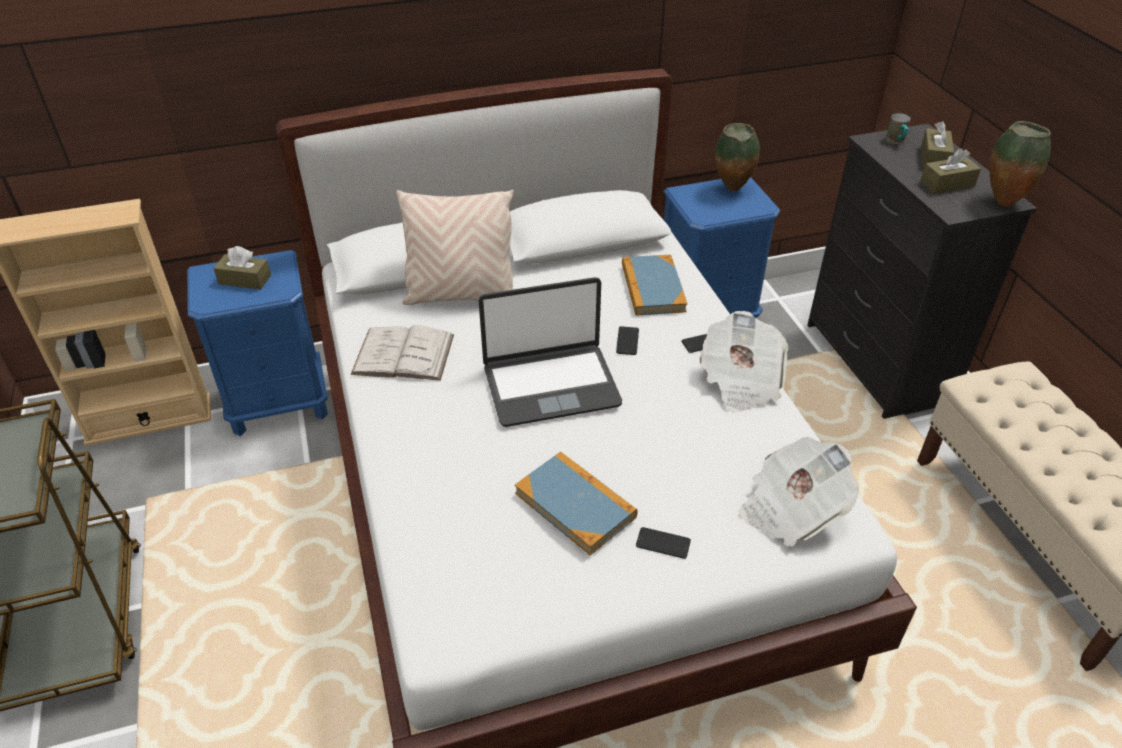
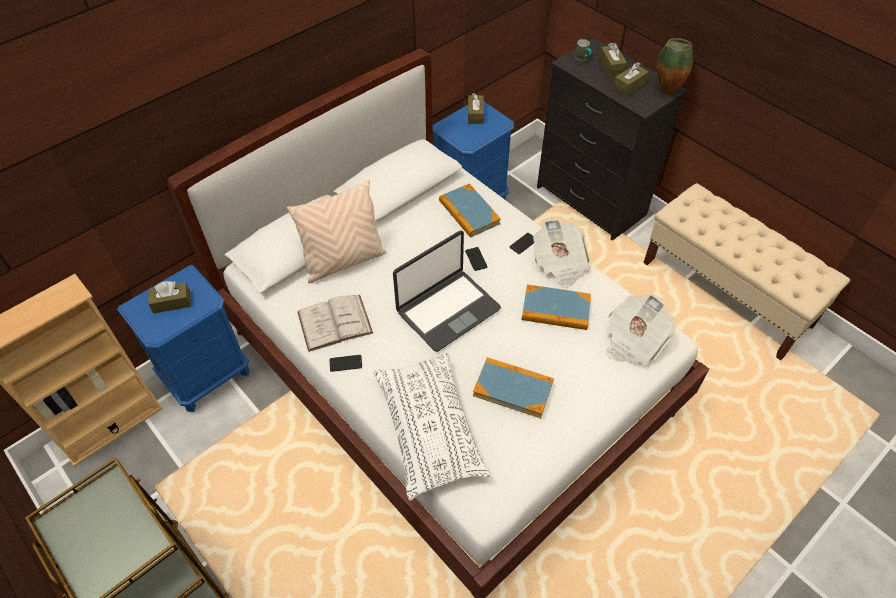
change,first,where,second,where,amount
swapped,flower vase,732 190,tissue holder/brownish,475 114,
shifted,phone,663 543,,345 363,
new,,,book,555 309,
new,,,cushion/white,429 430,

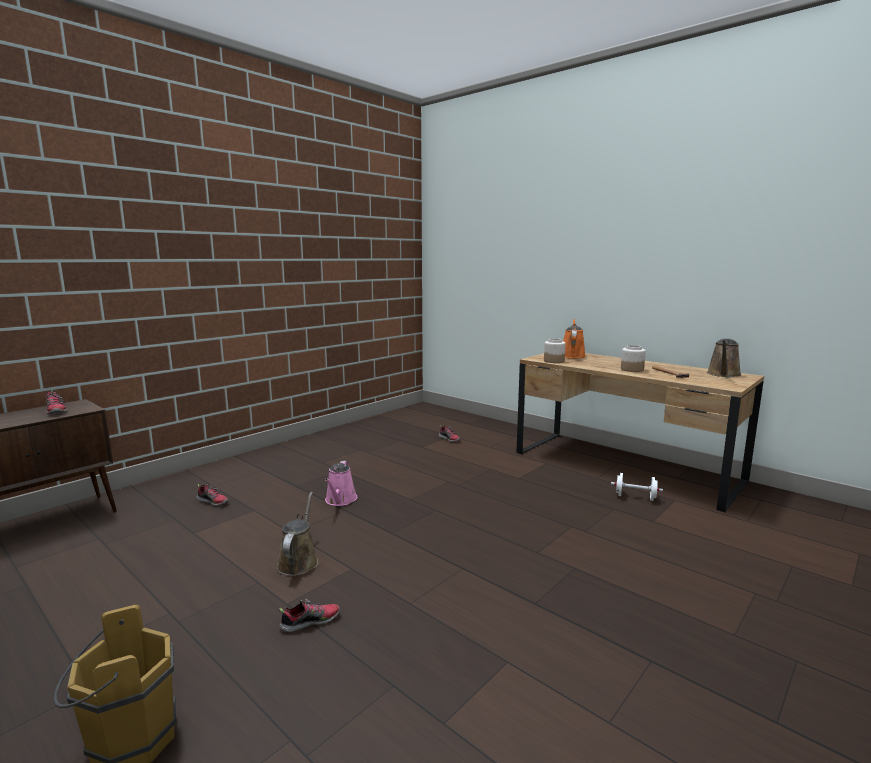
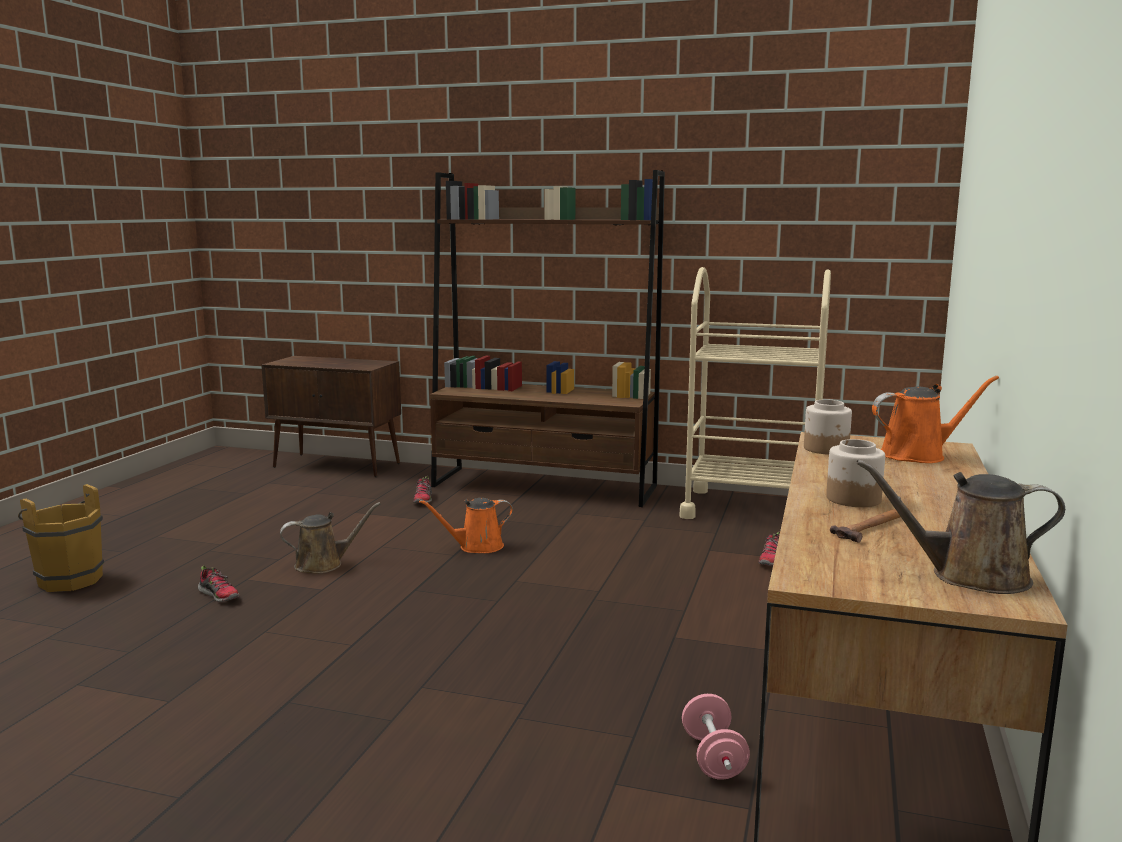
change,first,where,second,where,amount
gone,item of footwear,56 411,,,
repainted,sprinkling can/pinkish,340 500,sprinkling can/orange-coloured,476 547,
repainted,dumbbell/white,635 497,dumbbell/pinkish,713 757,
new,,,bookshelf/brownish,544 486,
new,,,trolley/beige-coloured,751 509,

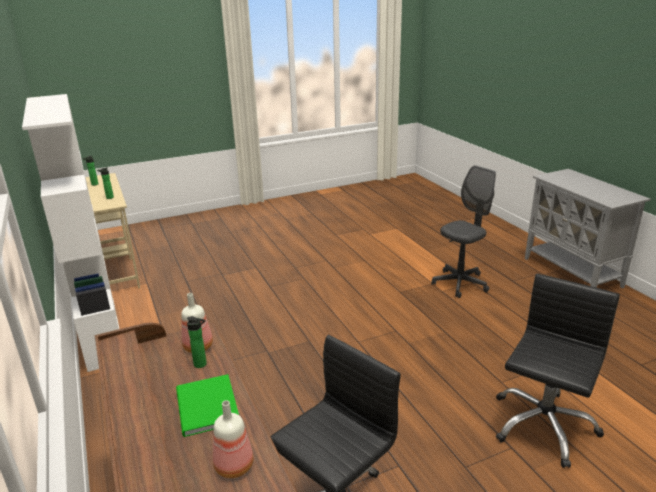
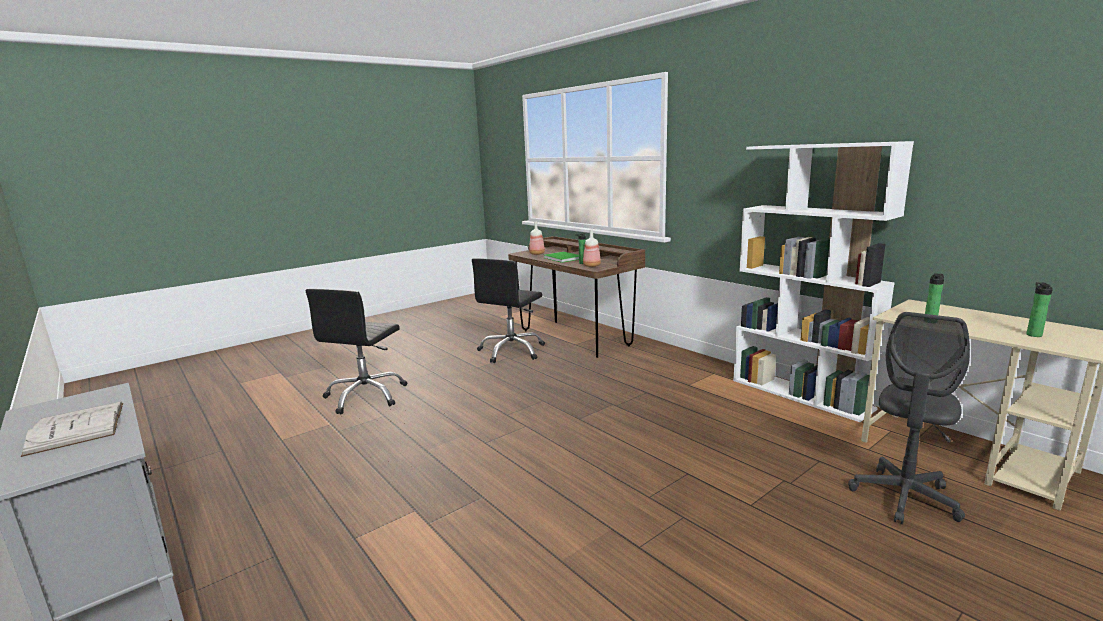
change,first,where,second,where,amount
shifted,office chair/greyish,460 284,,904 497,
new,,,book/white,77 428,

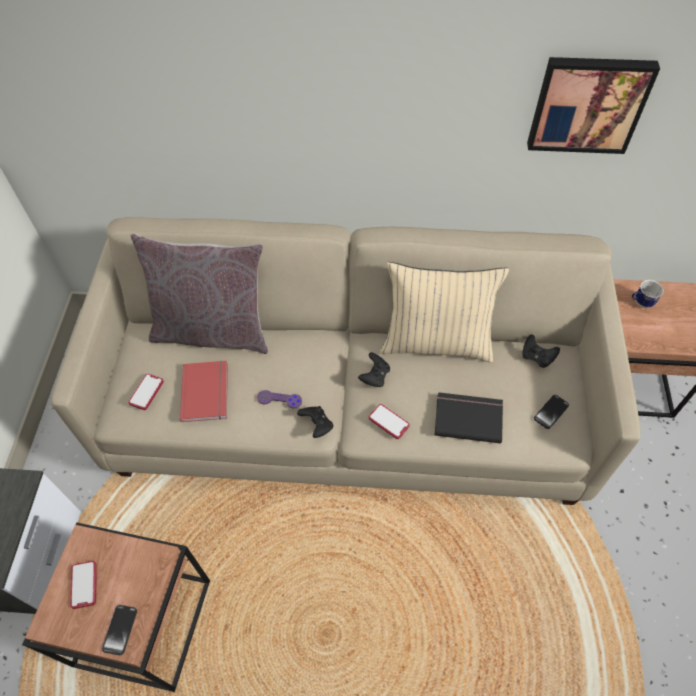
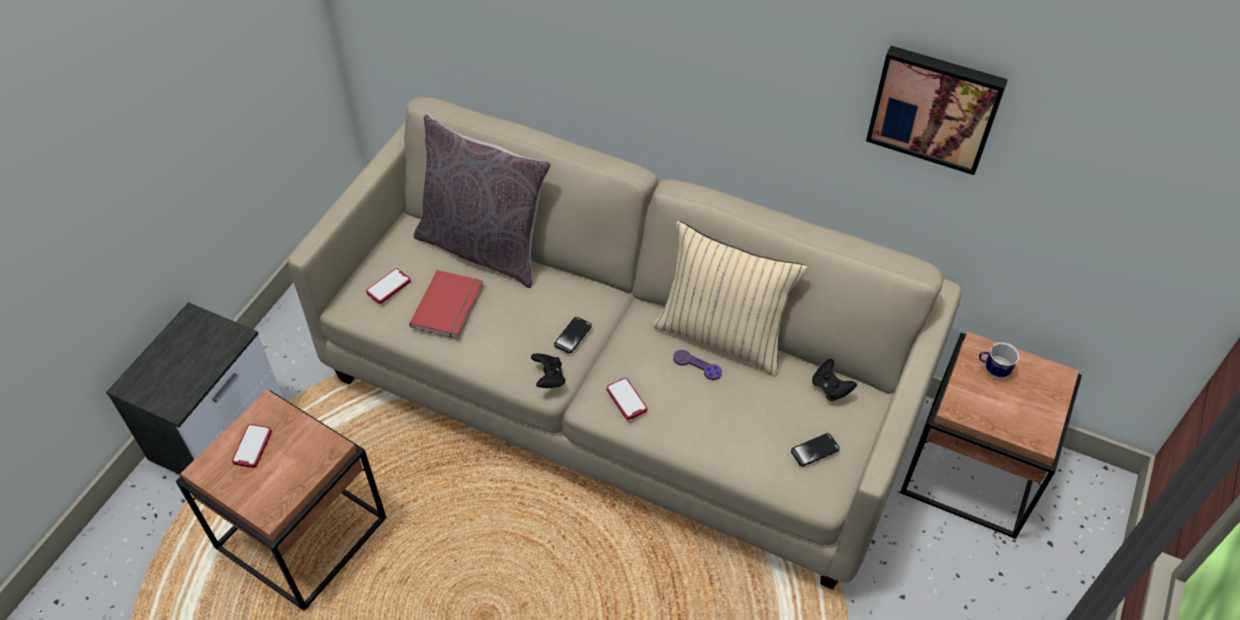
change,first,where,second,where,amount
gone,joypad/black,374 376,,,
shifted,joypad/purplish,279 399,,697 365,
gone,book/black,468 417,,,
shifted,phone,120 630,,573 336,

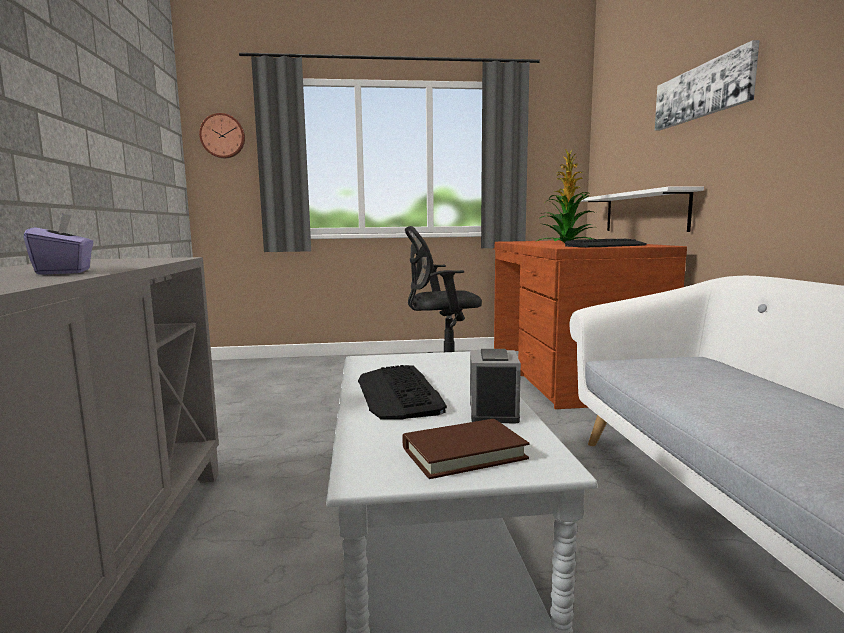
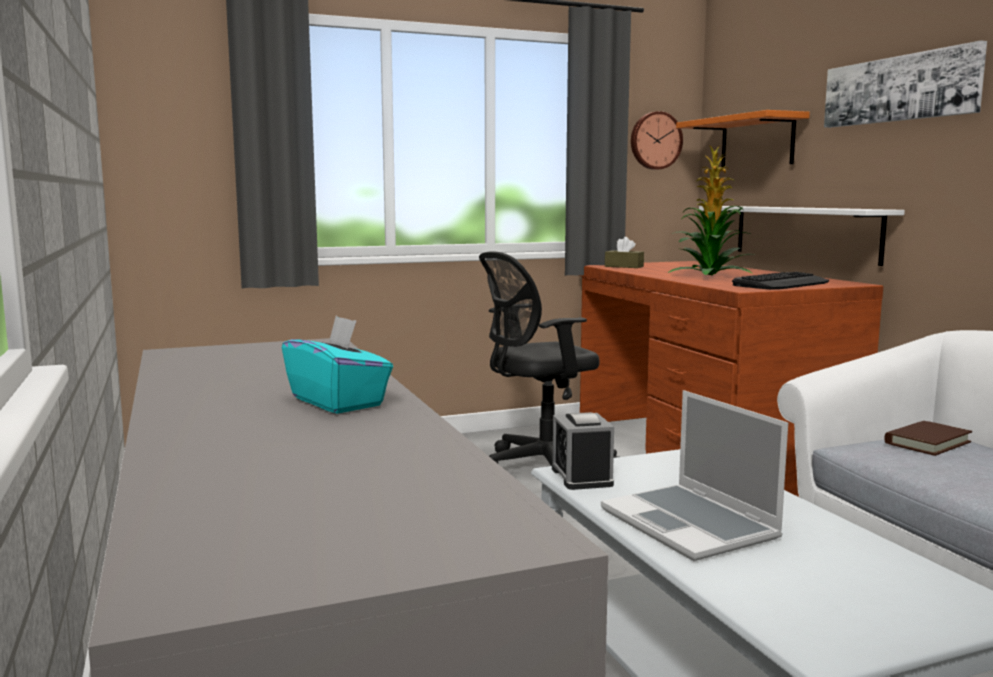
change,first,where,second,where,amount
shifted,hanging clock,223 136,,655 140,
repainted,tissue holder/purplish,66 272,tissue holder/turquoise-coloured,338 402,
shifted,bedside clock,493 411,,581 477,
swapped,PC keyboard,398 393,portable computer,691 525,
shifted,book/brownish,463 453,,927 442,
new,,,shelf/orange-coloured,757 142,
new,,,tissue holder/brownish,624 266,

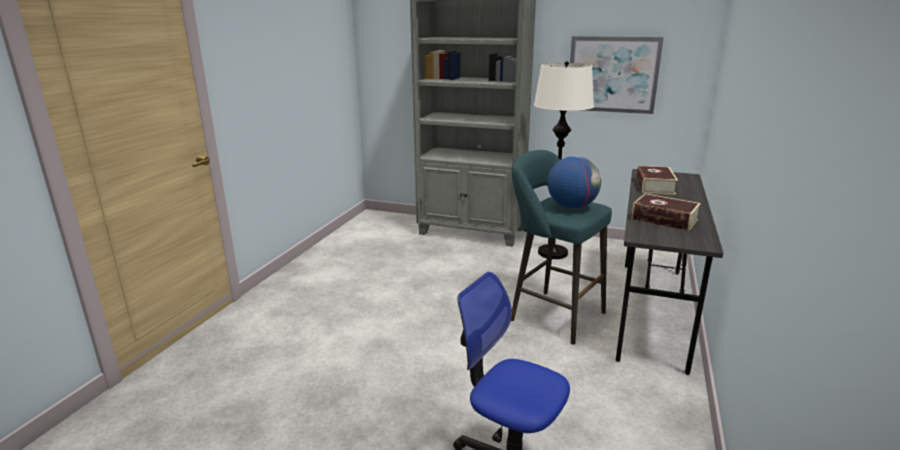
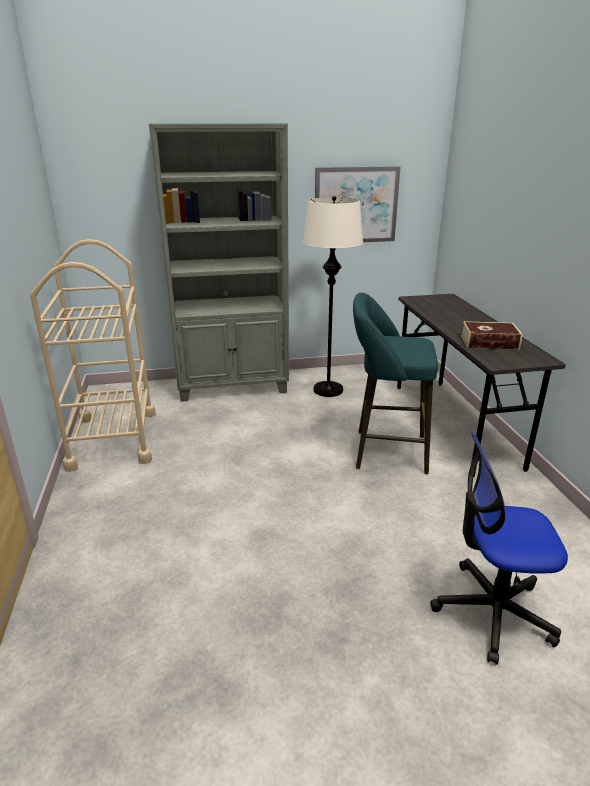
change,first,where,second,where,amount
gone,world globe,571 206,,,
gone,book,654 186,,,
new,,,trolley/beige-coloured,113 439,

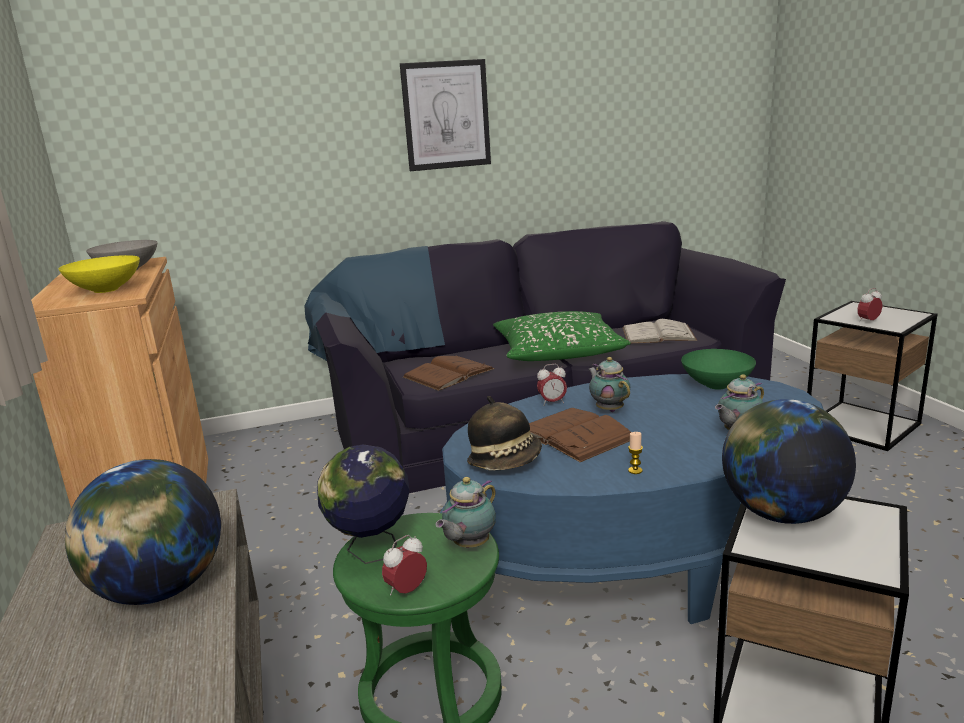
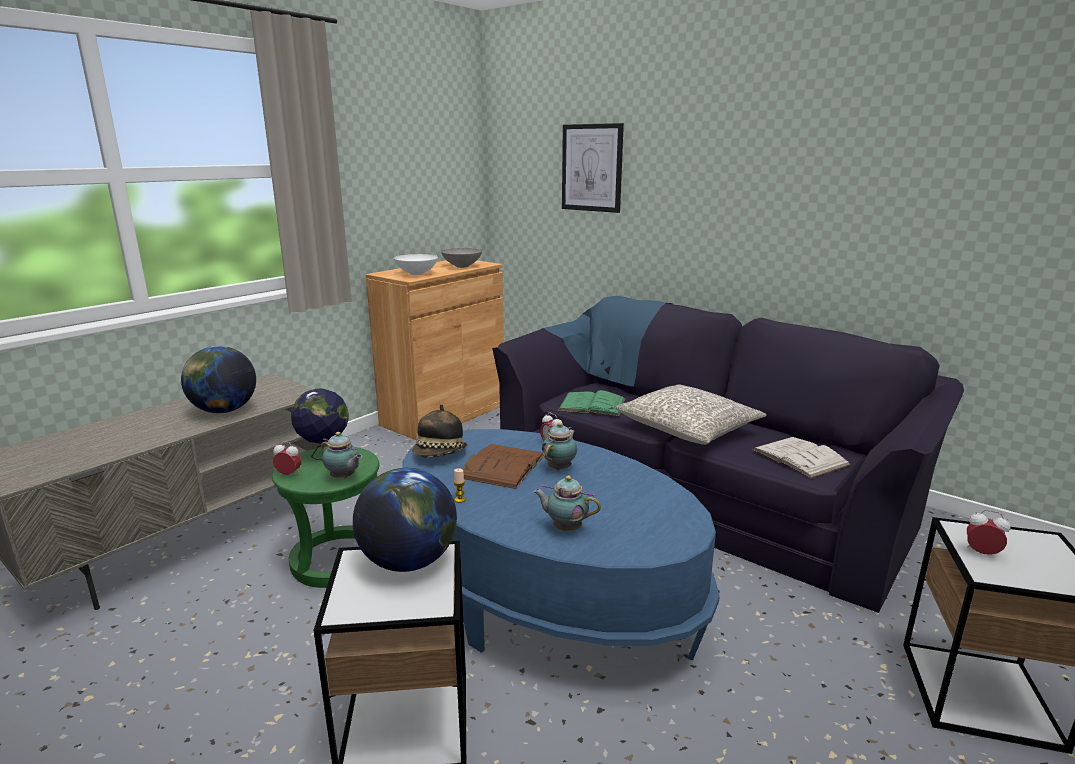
change,first,where,second,where,amount
shifted,picture,446 115,,592 168,
repainted,deep dish/yellow,104 290,deep dish/white,416 273,
repainted,cushion/green,558 352,cushion/greyish,689 428,
gone,deep dish/green,717 385,,,
repainted,book/brownish,448 373,book/green,592 404,
rotated,teapot,469 545,,343 477,150 degrees counterclockwise

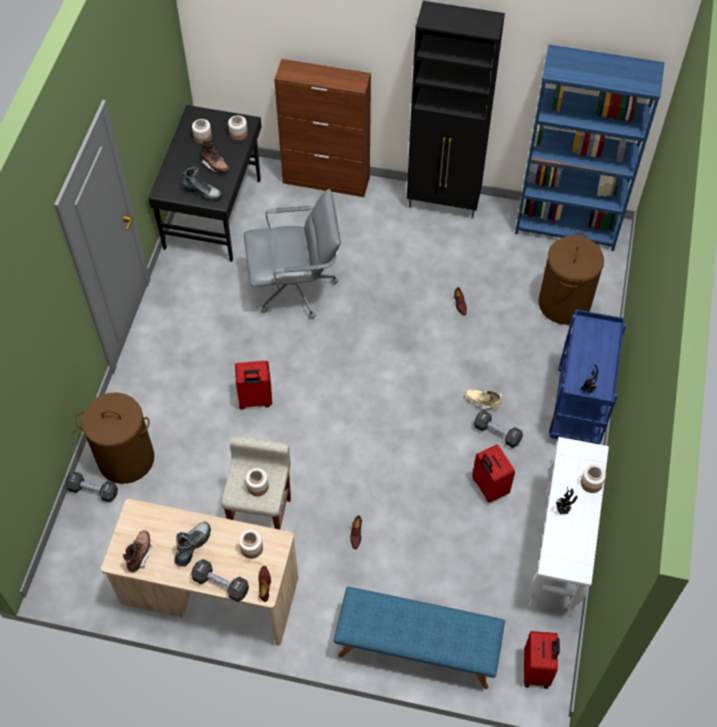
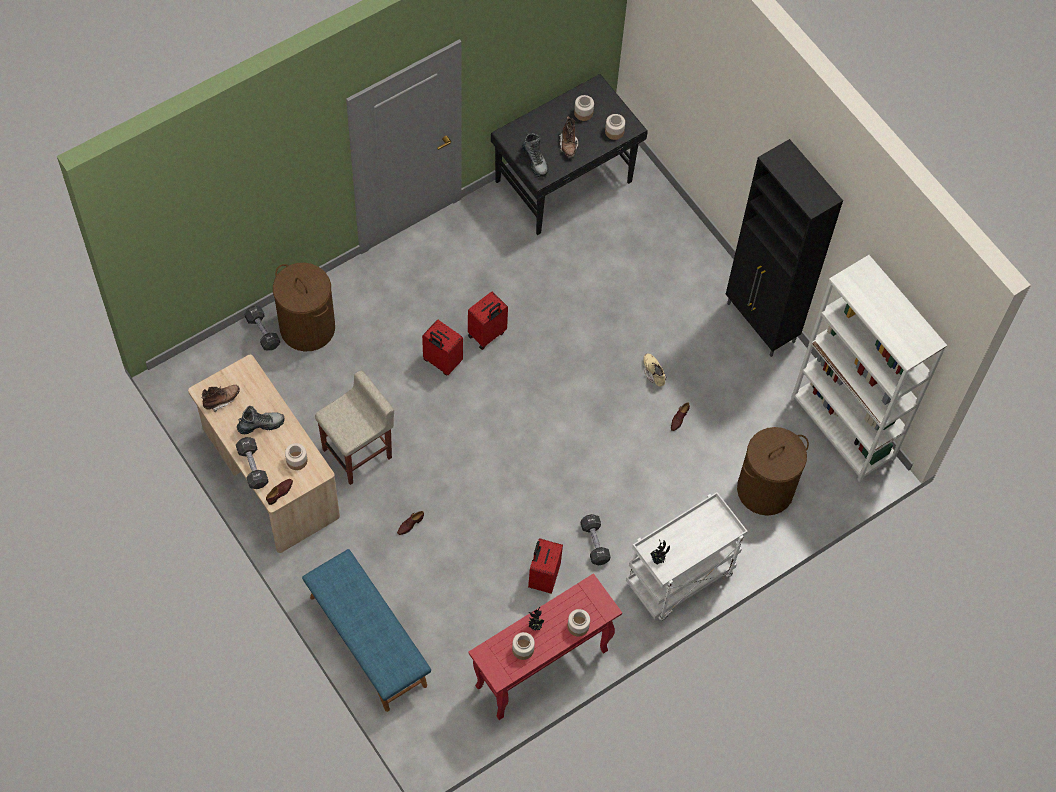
change,first,where,second,where,amount
repainted,bookshelf/blue-coloured,567 226,bookshelf/white,843 428,
gone,cabinet/brownish,326 180,,,
gone,office chair/greyish,296 288,,,
repainted,trolley/blue-coloured,578 409,trolley/white,679 580,
shifted,high-top boot/beige-coloured,482 402,,654 373,
repainted,console table/white,558 553,console table/reddish,541 669,
shifted,storage jar,257 486,,522 649,
shifted,suitcase/reddish,537 670,,487 335,

